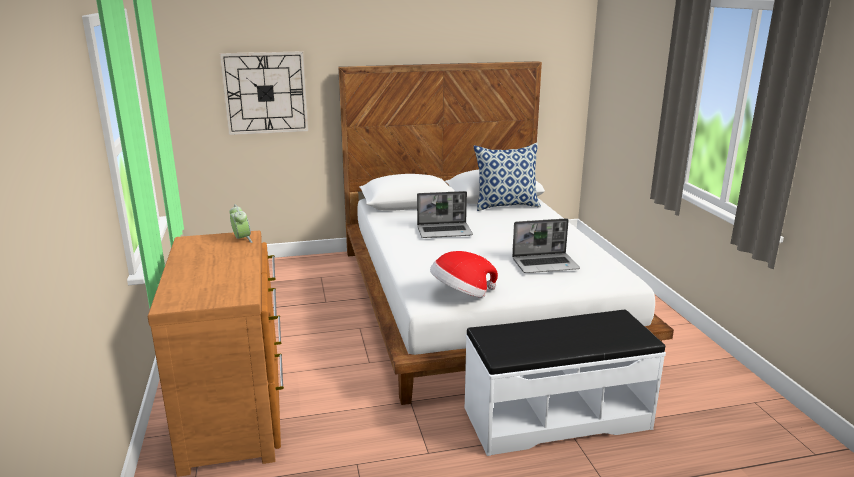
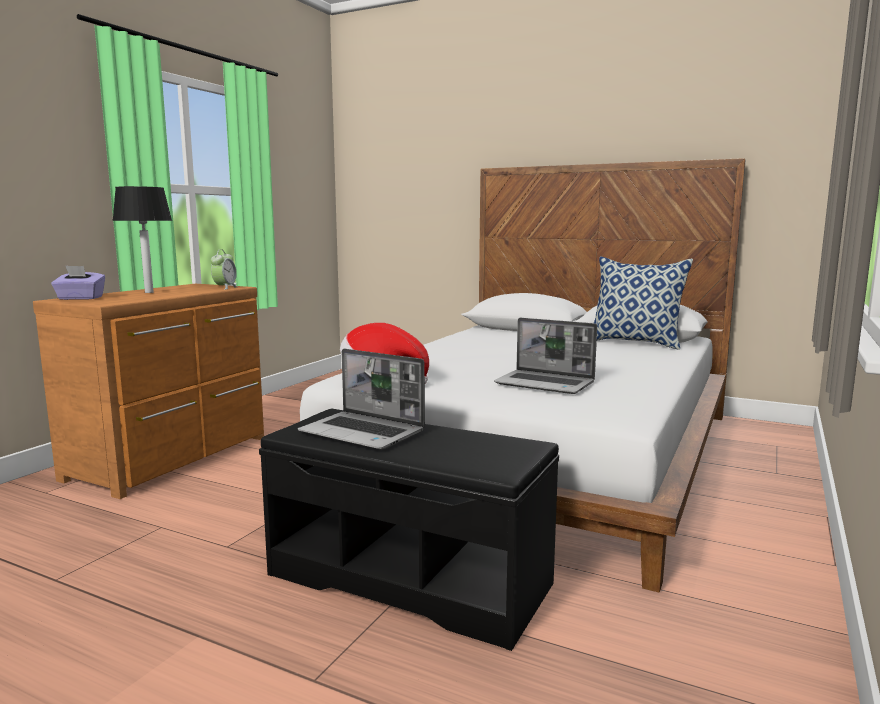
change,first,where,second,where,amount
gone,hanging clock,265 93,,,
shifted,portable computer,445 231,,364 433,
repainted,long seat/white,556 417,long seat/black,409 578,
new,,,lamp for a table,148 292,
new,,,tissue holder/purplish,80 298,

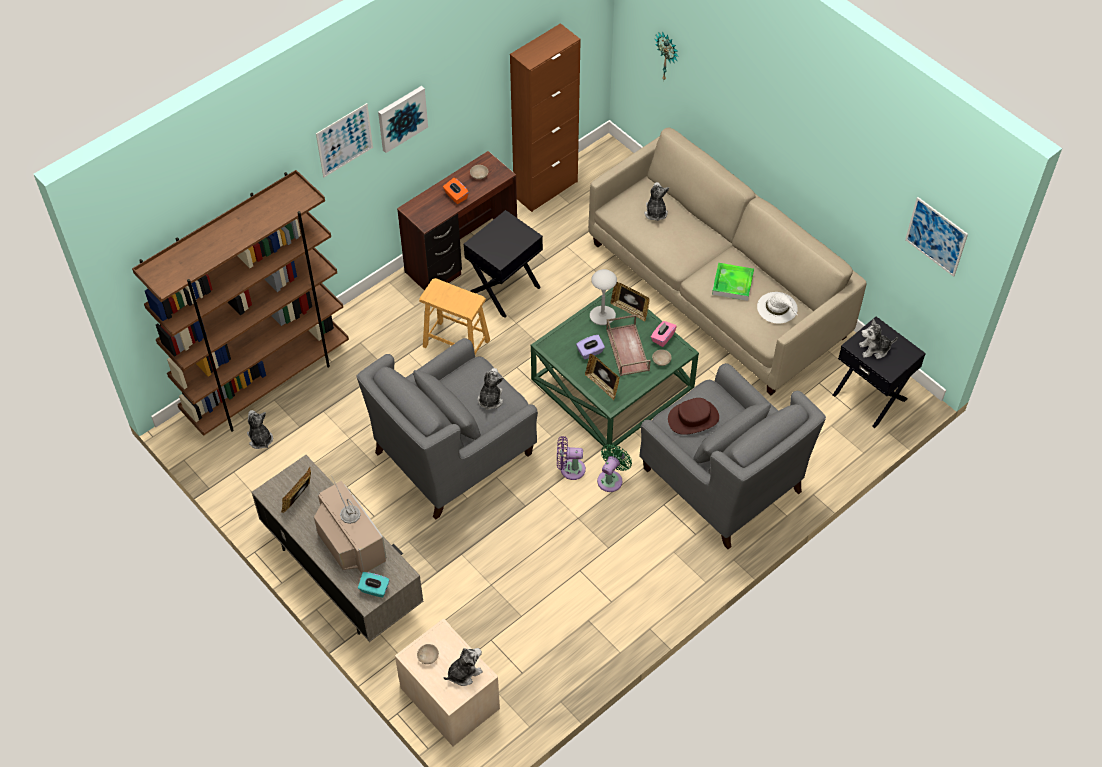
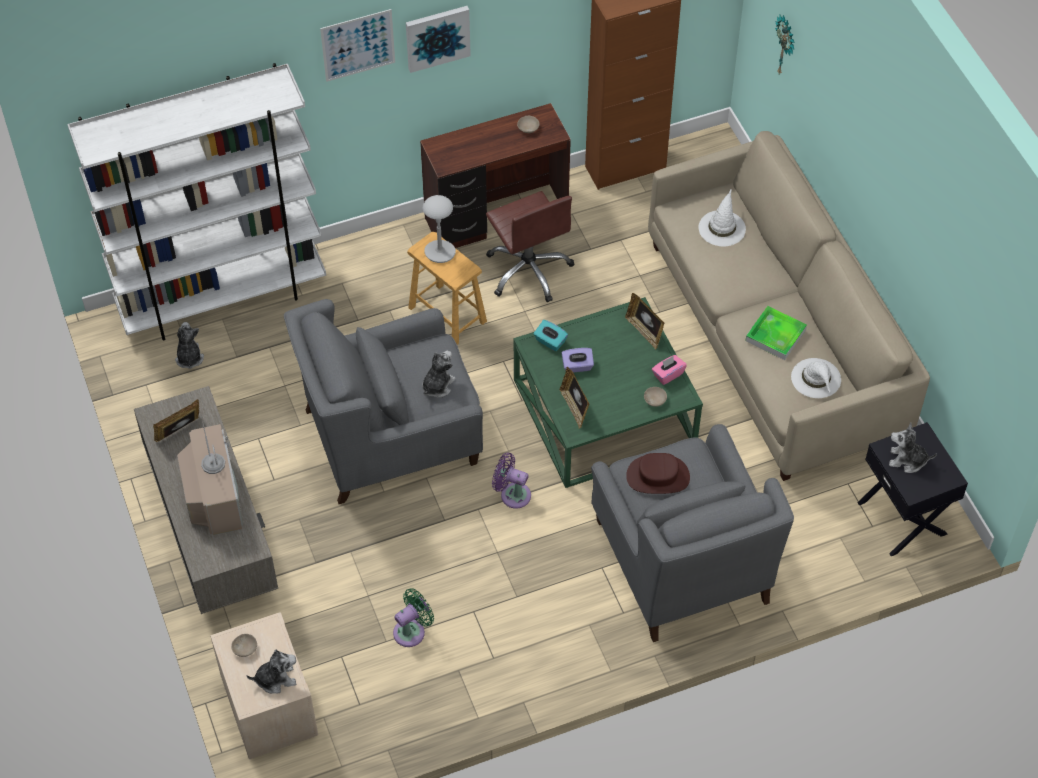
change,first,where,second,where,amount
repainted,bookshelf/brownish,267 383,bookshelf/white,223 298,
gone,tissue holder/orange-coloured,456 196,,,
swapped,soft toy,655 212,clothing hat/white,722 227,
gone,picture,936 236,,,
swapped,side table/black,505 290,office chair/brownish,529 270,
shifted,lamp for a table/greyish,602 316,,439 253,
gone,tray/brownish,626 349,,,
shifted,electric fan/green,611 479,,412 631,
shifted,tissue holder/turquoise-coloured,374 589,,550 342,

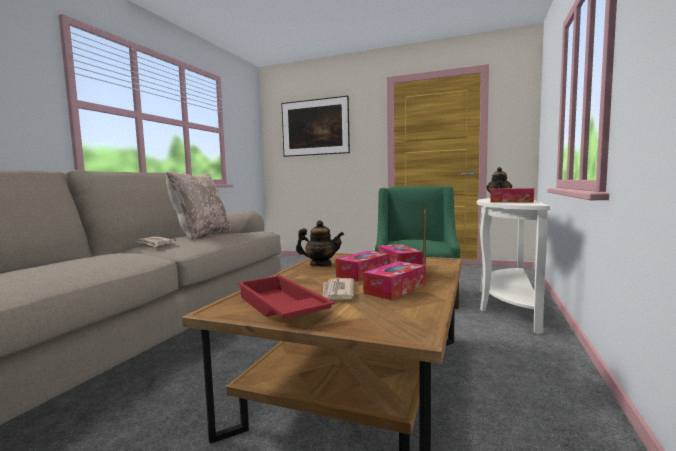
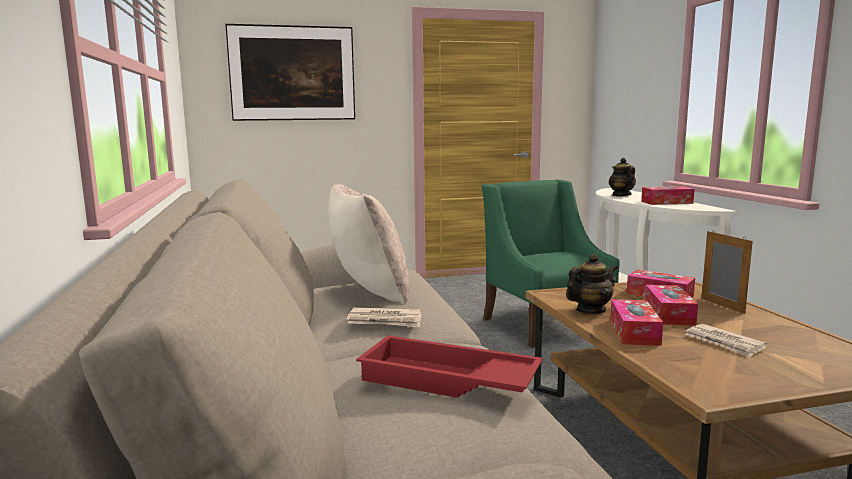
change,first,where,second,where,amount
shifted,tissue holder,395 289,,634 332,
shifted,tray/reddish,279 307,,446 381,

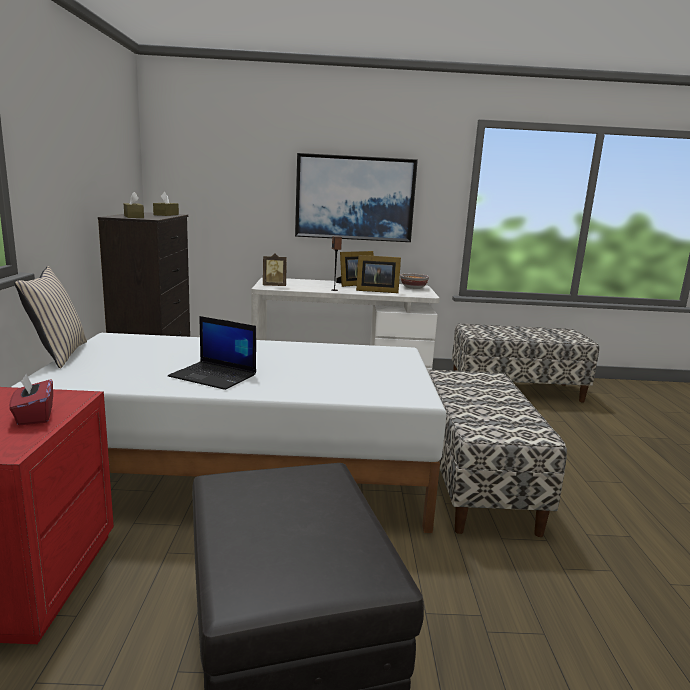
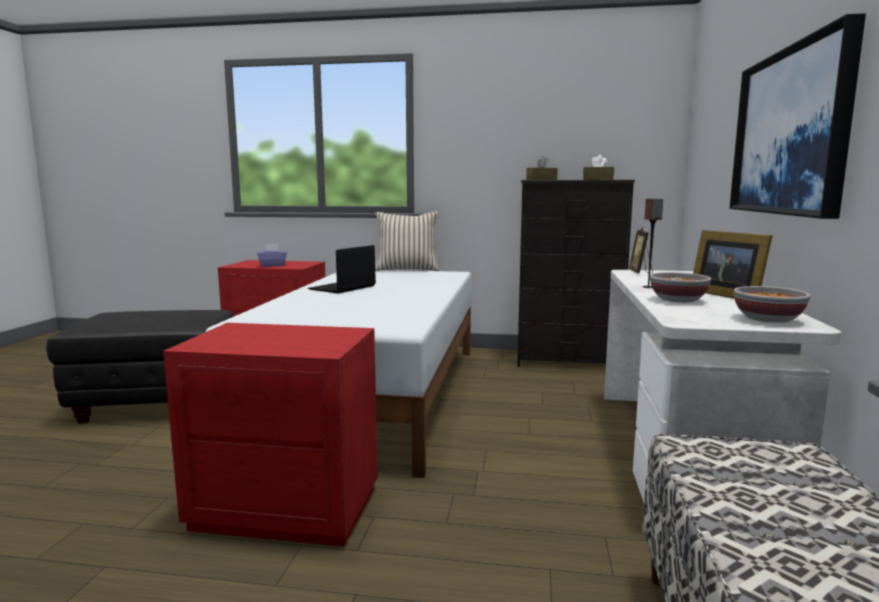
change,first,where,second,where,amount
swapped,photo frame,375 291,deep dish,678 300,
swapped,long seat,475 482,nightstand/reddish,287 507,
repainted,tissue holder/reddish,34 416,tissue holder/purplish,273 265,

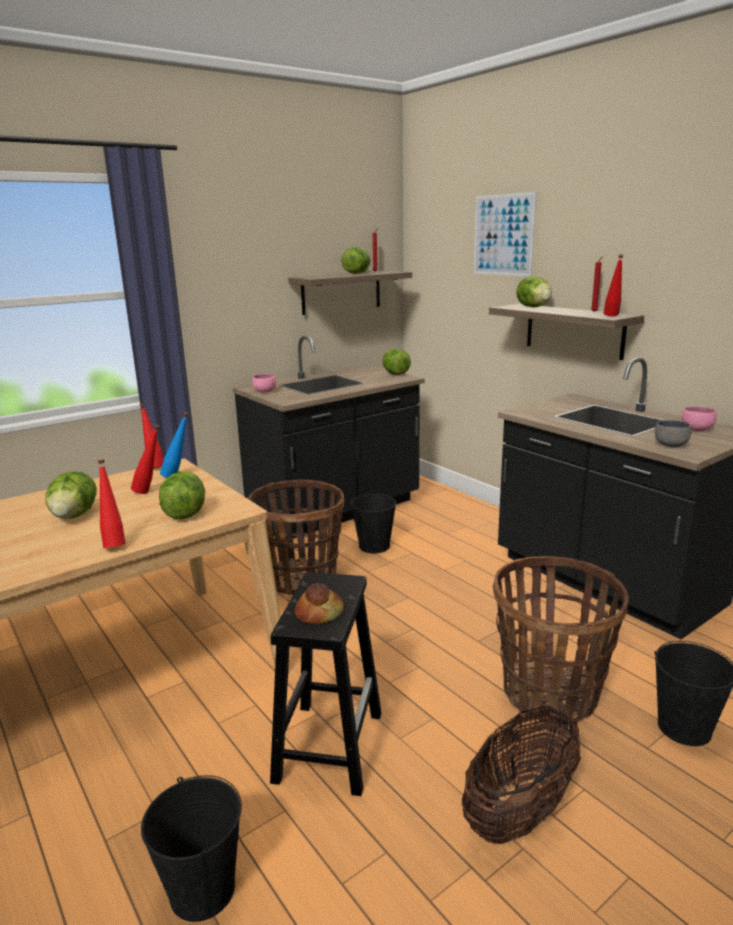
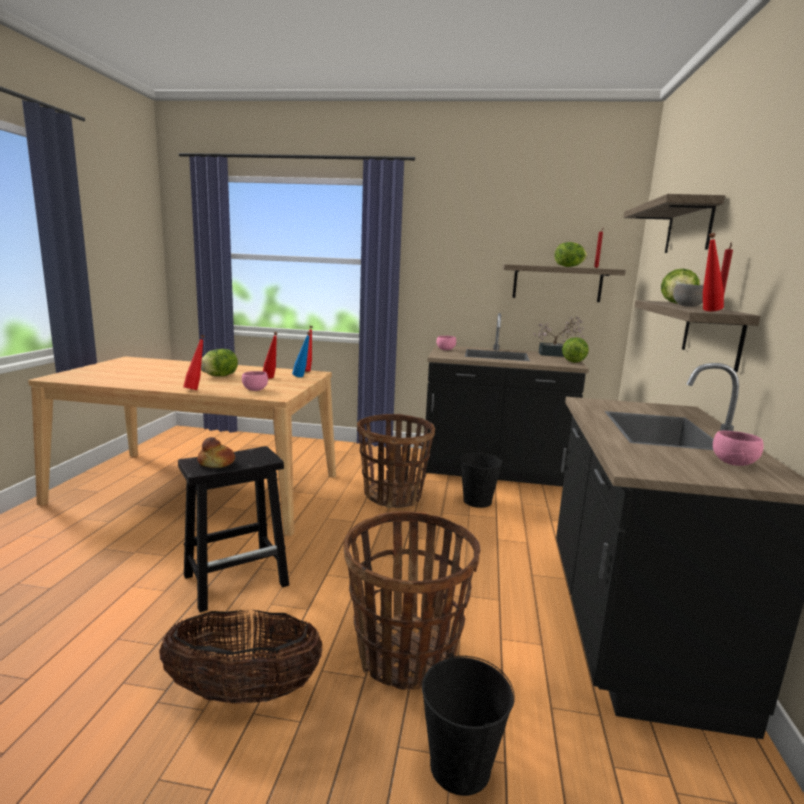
change,first,where,second,where,amount
swapped,picture,503 235,shelf,688 228,
shifted,deep dish/greyish,669 445,,687 306,
swapped,head of lettuce,184 514,deep dish/pinkish,254 390,
gone,bucket/black,202 890,,,
new,,,houseplant,557 355,

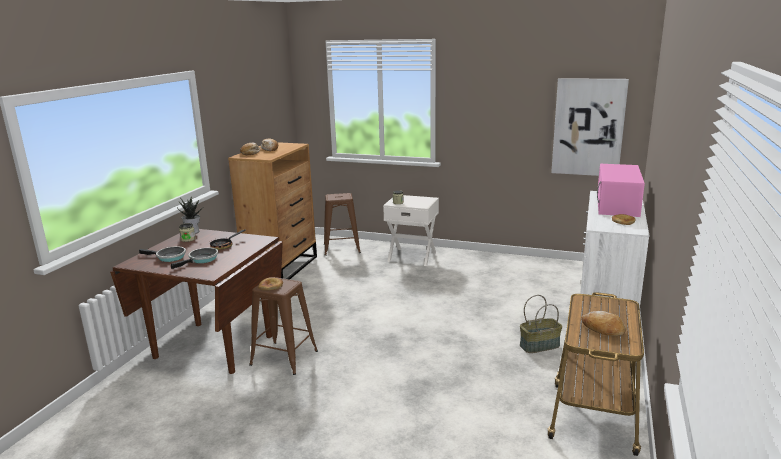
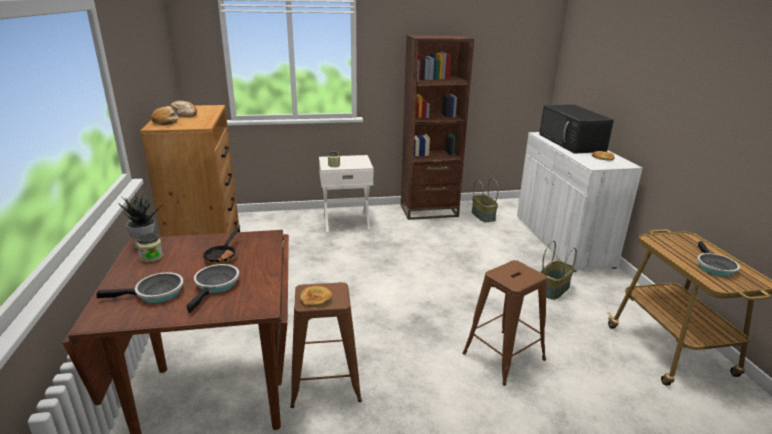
change,first,where,second,where,amount
gone,picture,588 127,,,
repainted,kitchen microwave/pinkish,617 205,kitchen microwave/black,572 143,
shifted,sitting stool/brownish,341 248,,503 356,
swapped,baked bread,602 329,pan,713 267,
new,,,bookshelf/brownish,429 211,
new,,,household basket,483 216,

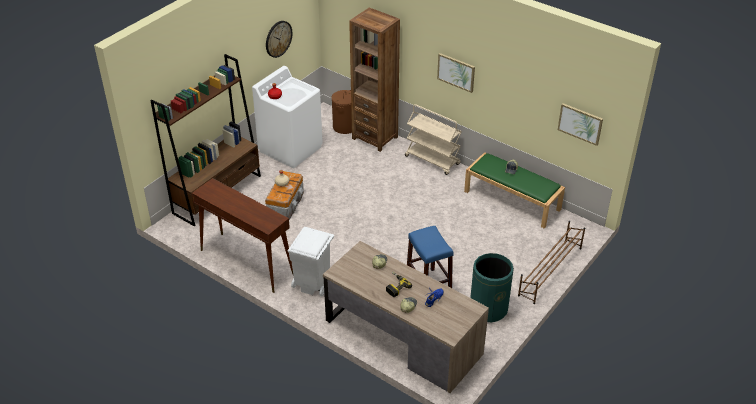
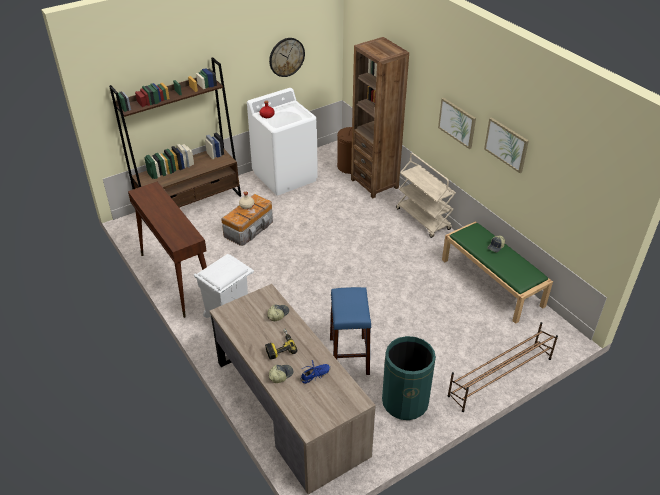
change,first,where,second,where,amount
shifted,picture,580 123,,506 144,

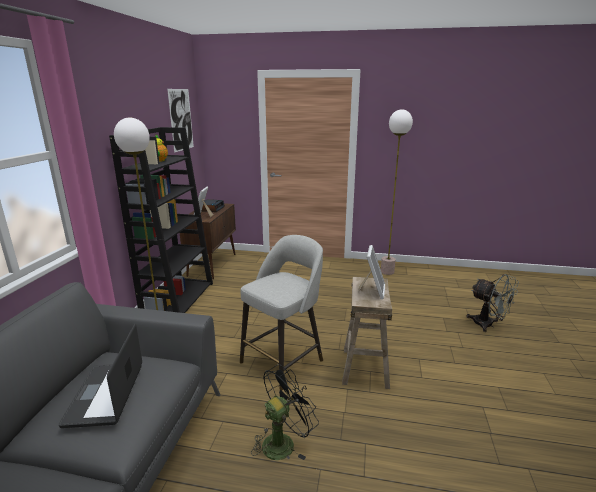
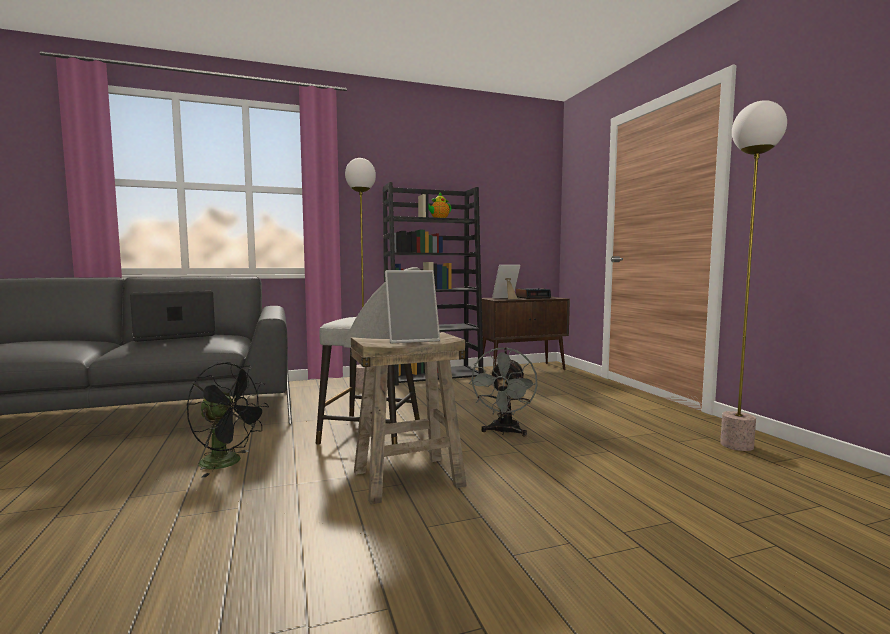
change,first,where,second,where,amount
gone,picture,181 120,,,
shifted,electric fan/greyish,488 325,,504 432,

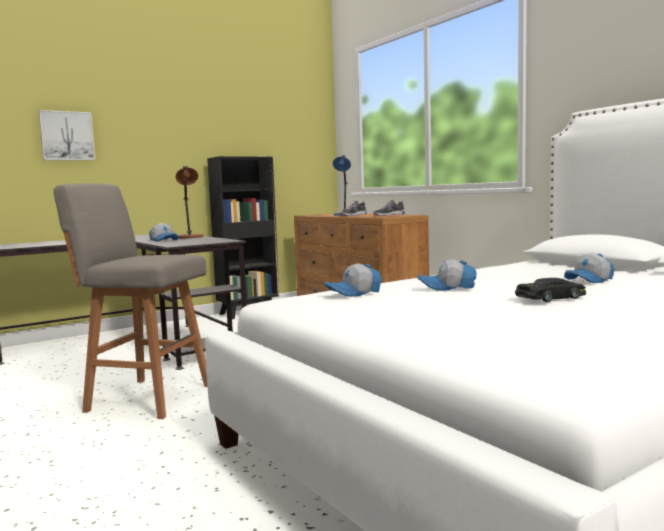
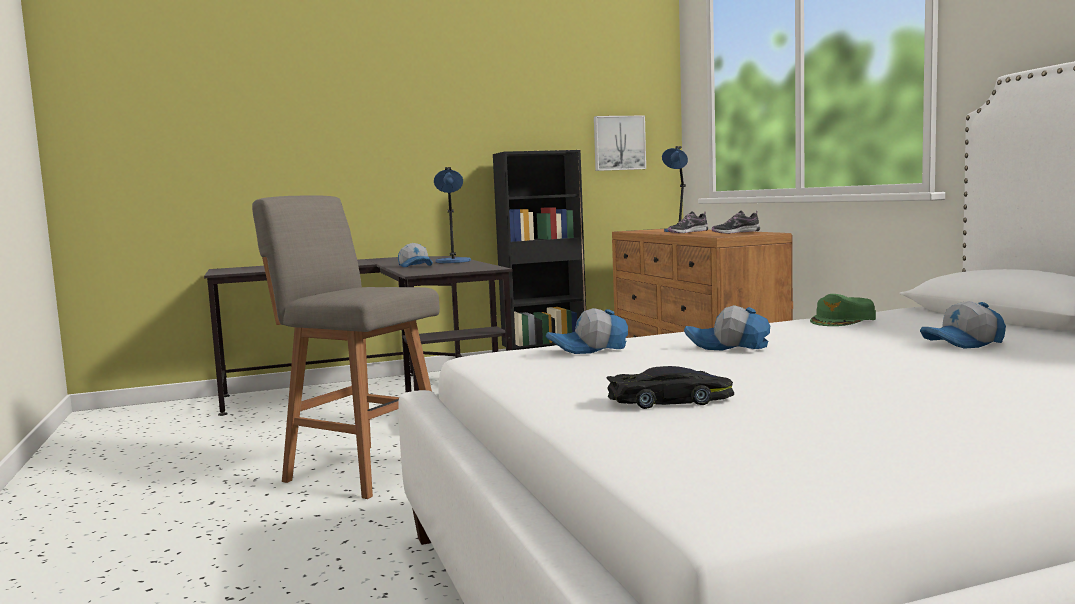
change,first,where,second,where,amount
shifted,picture,67 136,,618 143,
repainted,lamp for a table/brownish,190 237,lamp for a table/blue-coloured,453 261,
shifted,toy car/black,551 297,,670 400,
new,,,peaked cap/green,843 320,

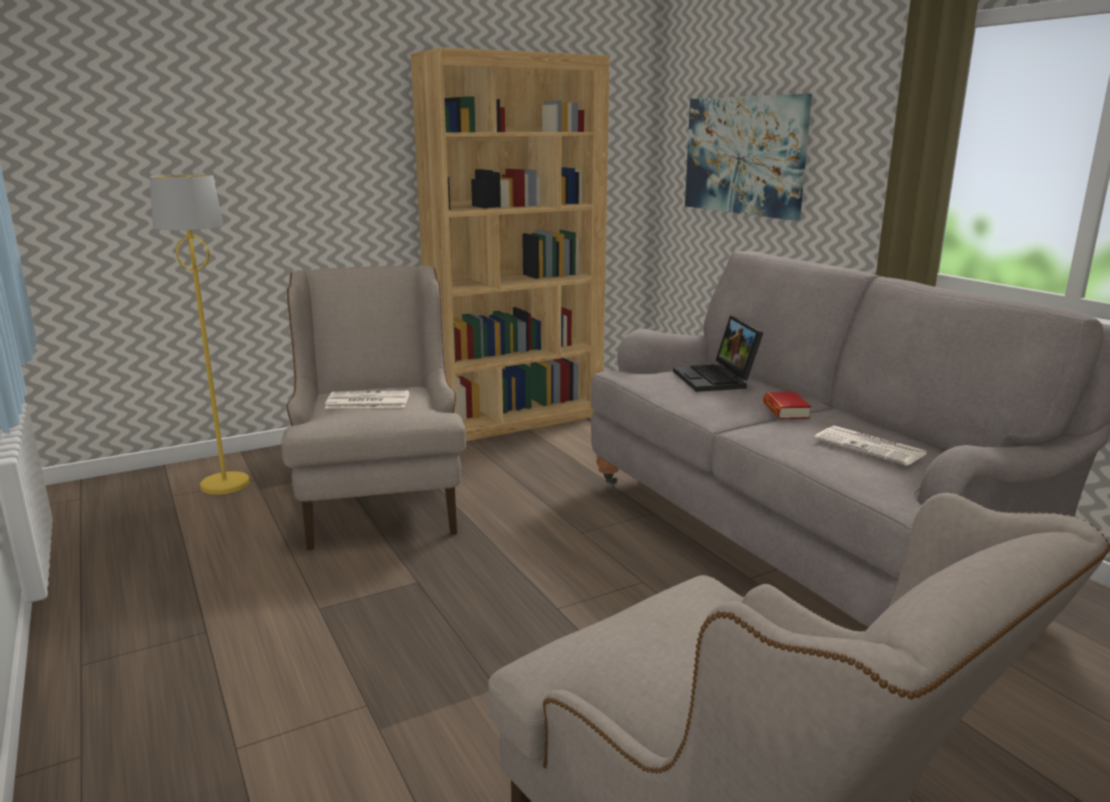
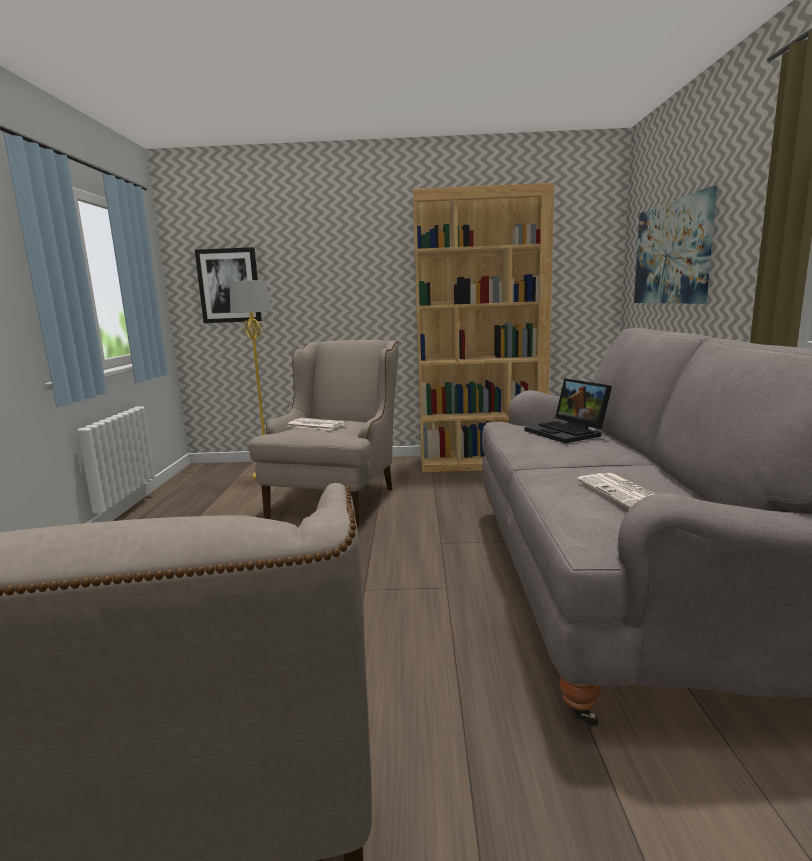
change,first,where,second,where,amount
rotated,portable computer,717 380,,568 433,45 degrees counterclockwise
gone,book,785 411,,,
new,,,picture,229 286,

